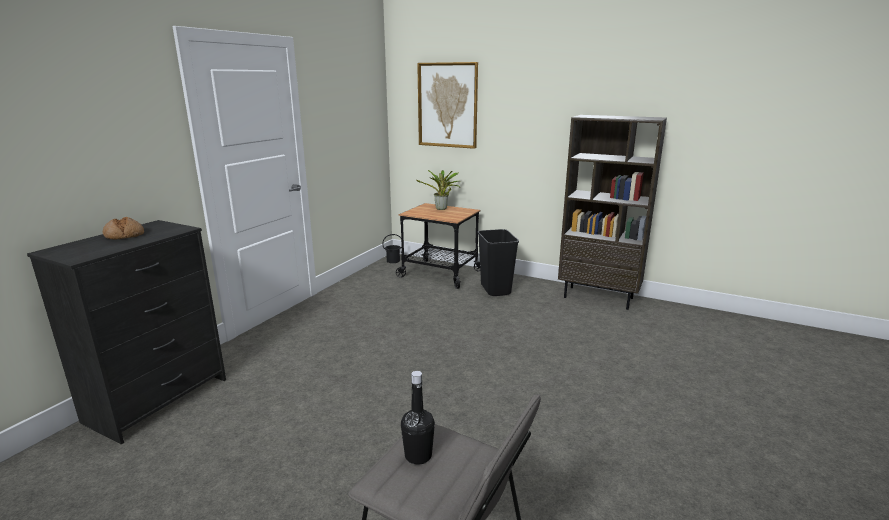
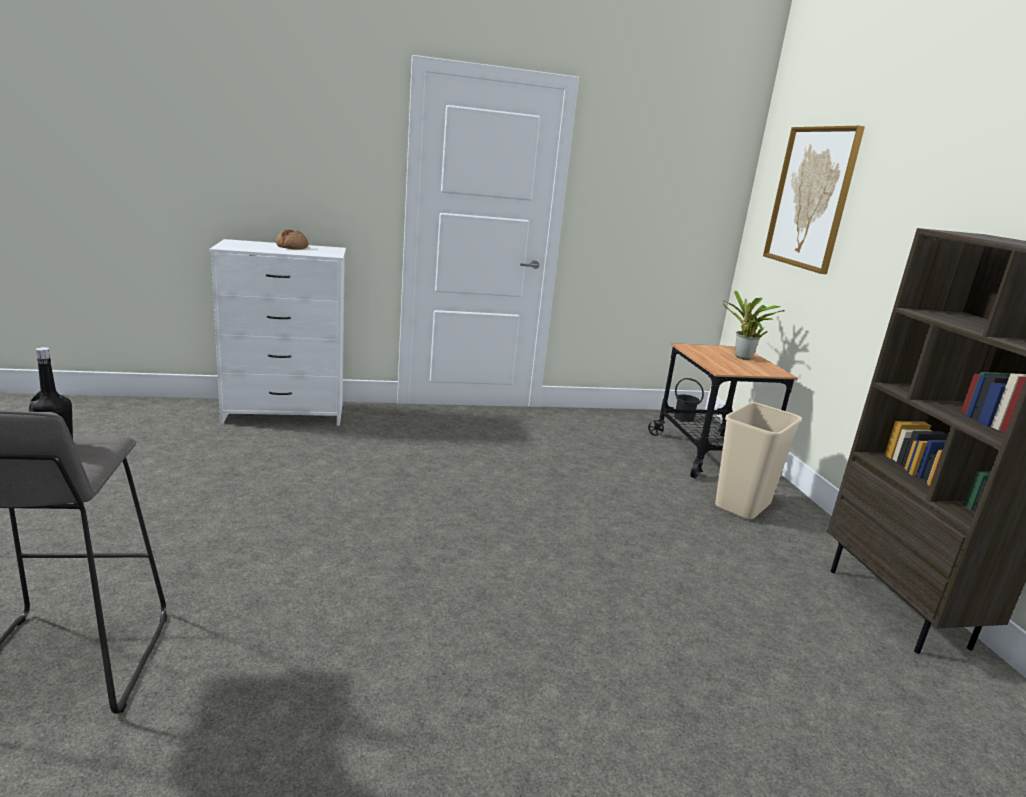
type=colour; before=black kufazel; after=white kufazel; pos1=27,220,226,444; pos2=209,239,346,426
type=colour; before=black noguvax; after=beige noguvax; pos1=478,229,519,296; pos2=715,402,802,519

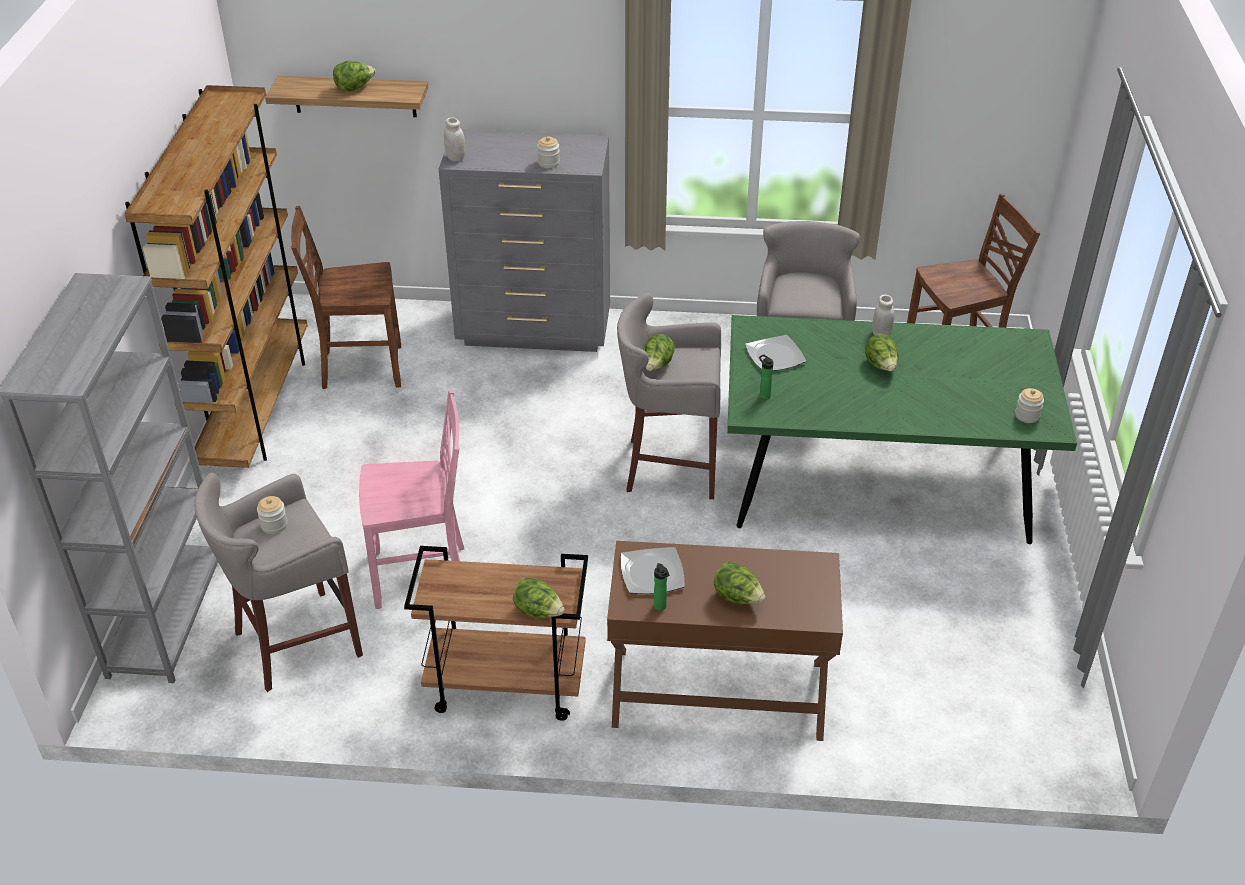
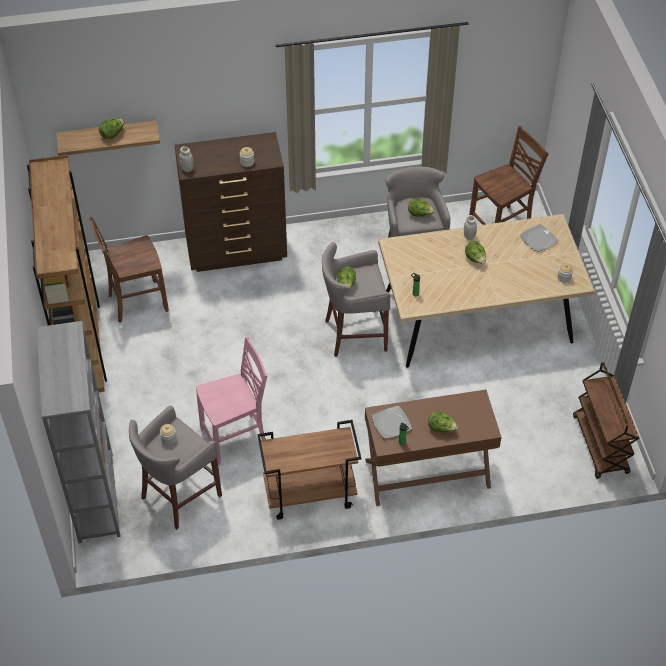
type=colour; before=grey kufazel; after=brown kufazel; pos1=439,130,610,352; pos2=174,132,287,272
type=relocated; before=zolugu; pos1=513,577,565,618; pos2=408,198,435,217
type=colour; before=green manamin; after=beige manamin; pos1=727,315,1077,544; pos2=378,214,595,368
type=relocated; before=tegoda; pos1=745,335,806,371; pos2=520,224,558,252
type=appeared; after=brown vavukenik; pos2=573,362,639,479

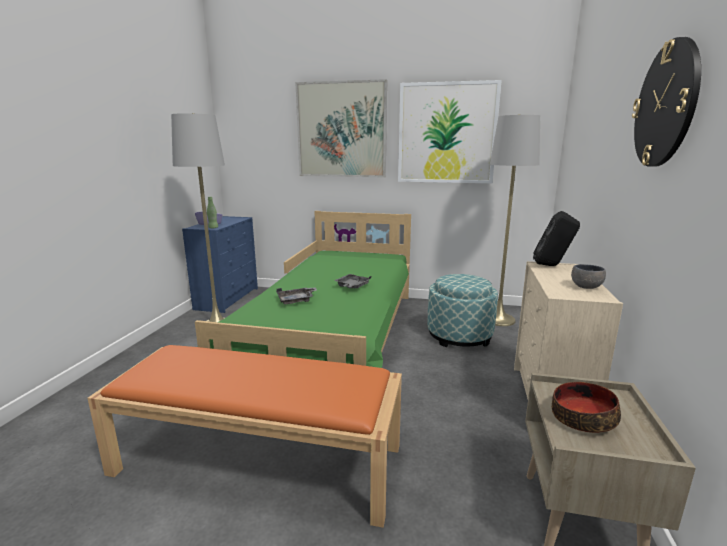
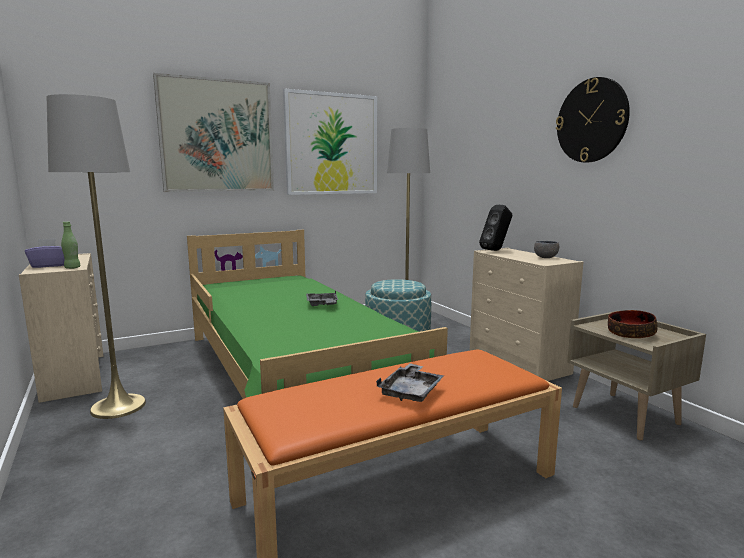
type=colour; before=blue kufazel; after=beige kufazel; pos1=182,216,258,313; pos2=19,253,103,403
type=relocated; before=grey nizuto; pos1=276,287,317,304; pos2=376,363,444,402

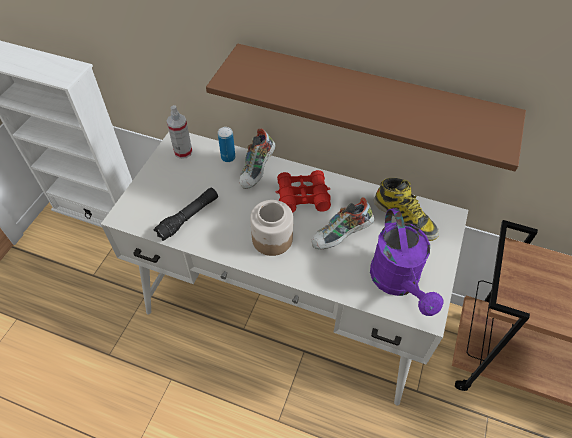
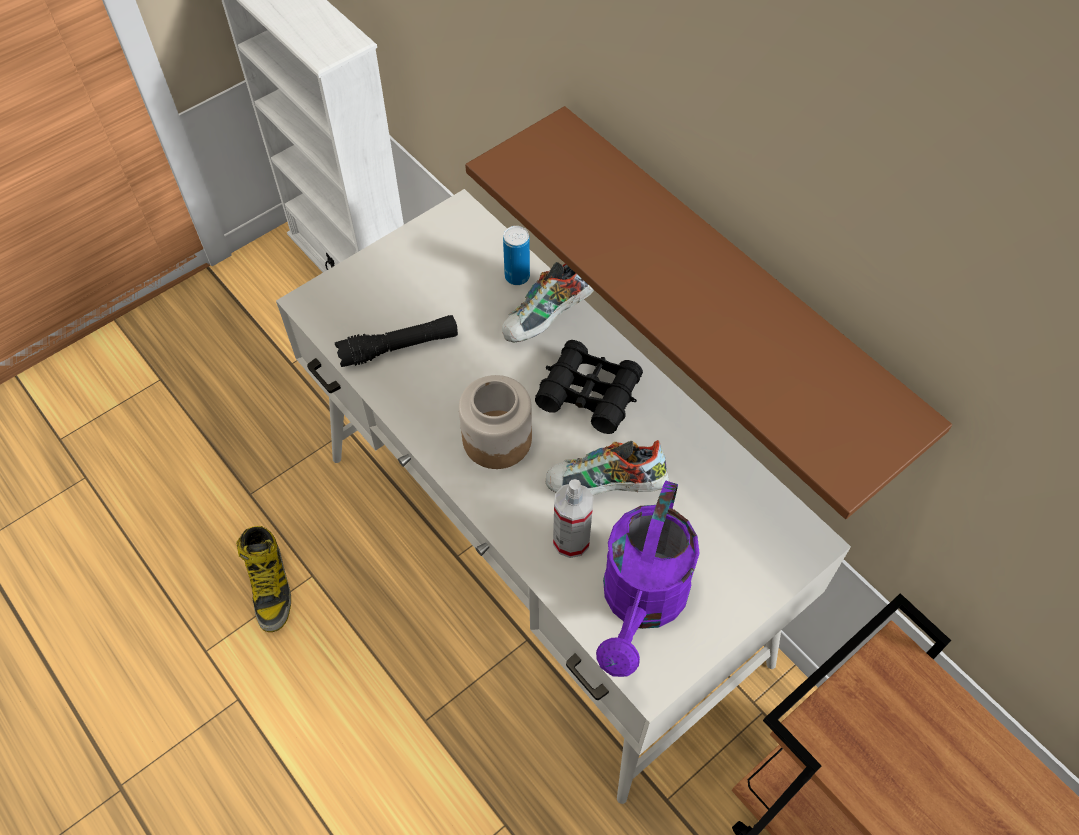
type=relocated; before=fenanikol; pos1=167,105,193,159; pos2=553,479,594,558
type=colour; before=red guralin; after=black guralin; pos1=275,170,331,213; pos2=535,340,643,434
type=relocated; before=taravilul; pos1=374,178,439,241; pos2=236,526,291,632

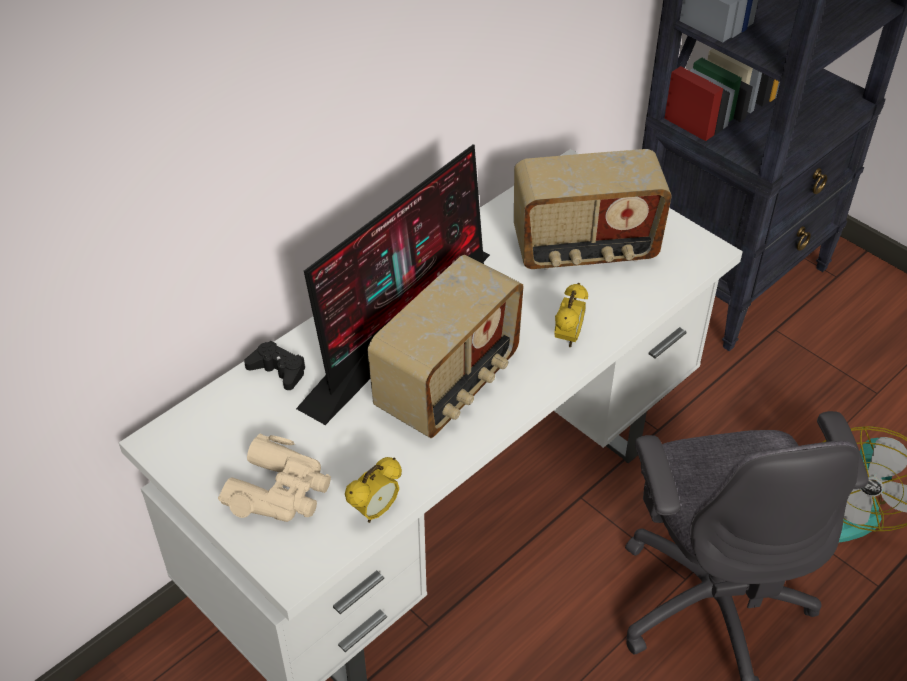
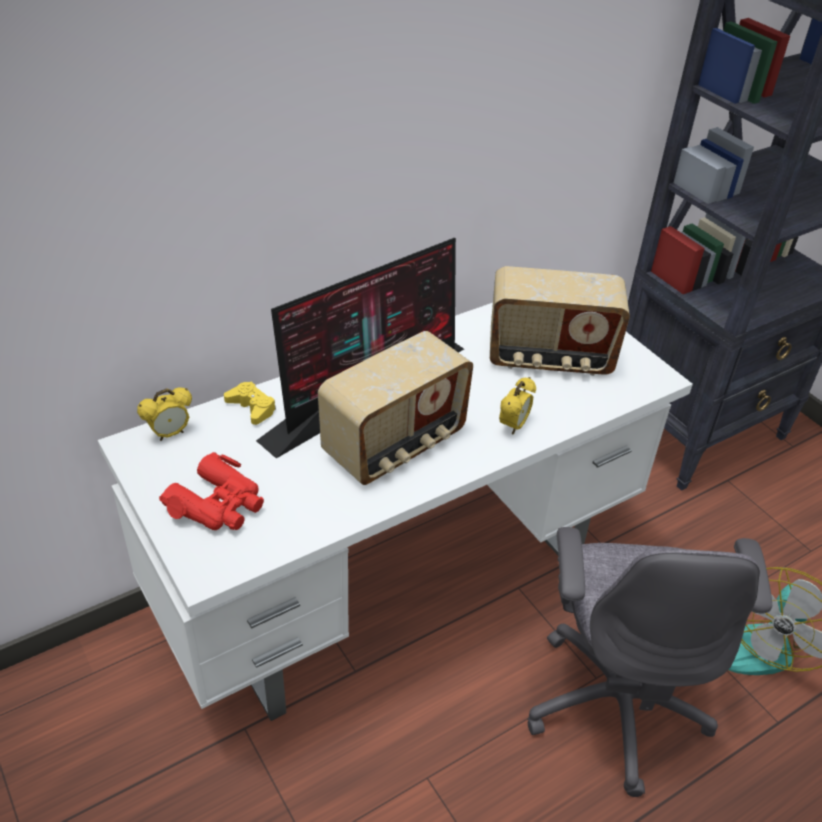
type=colour; before=beige guralin; after=red guralin; pos1=218,433,331,522; pos2=159,452,264,530
type=colour; before=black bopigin; after=yellow bopigin; pos1=244,341,306,390; pos2=224,382,276,425
type=relocated; before=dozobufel; pos1=345,457,402,523; pos2=137,387,192,441

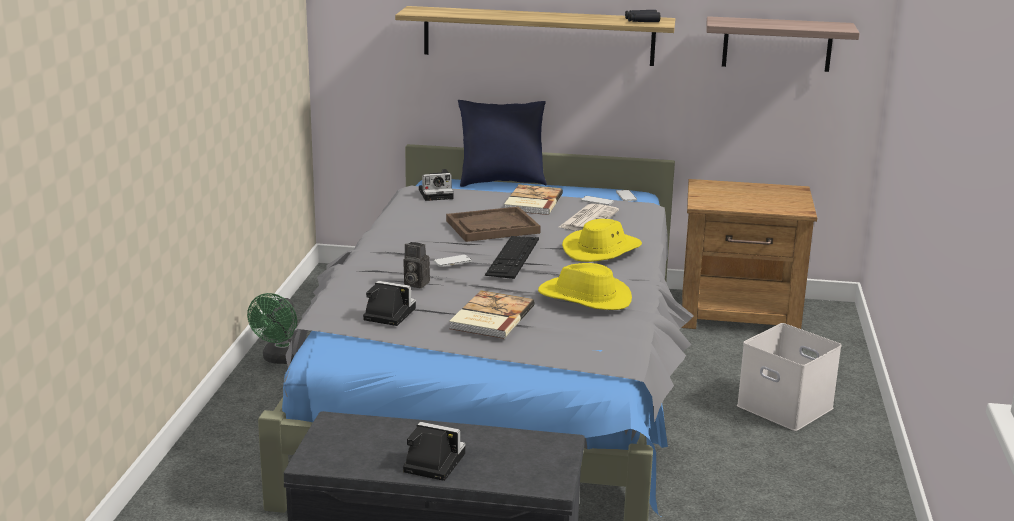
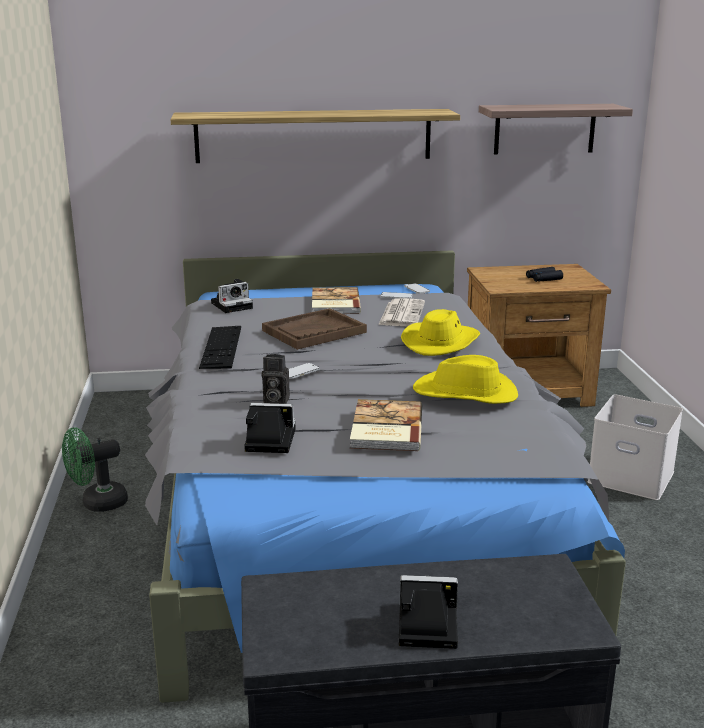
type=spun; before=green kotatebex; pos1=247,293,297,364; pos2=62,427,128,512; turn=60
type=missing; before=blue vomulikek; pos1=458,100,547,187
type=relocated; before=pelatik; pos1=485,236,539,279; pos2=199,326,241,369
type=relocated; before=black guralin; pos1=625,10,660,22; pos2=526,267,563,282

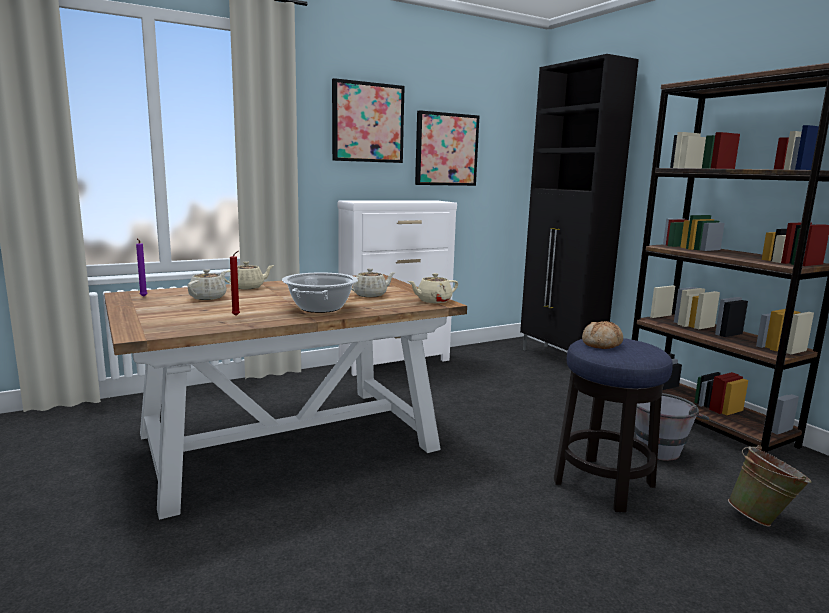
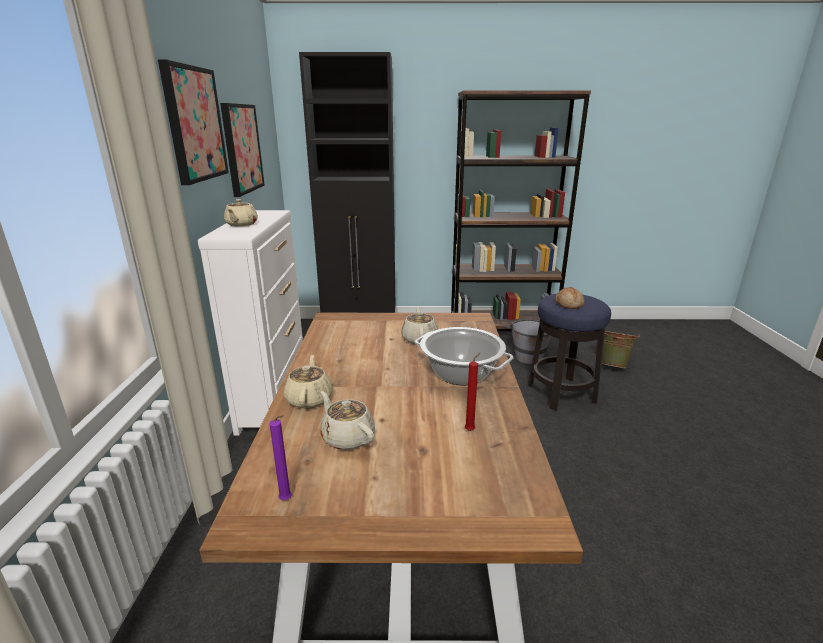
type=relocated; before=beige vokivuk; pos1=408,273,458,303; pos2=224,199,258,227

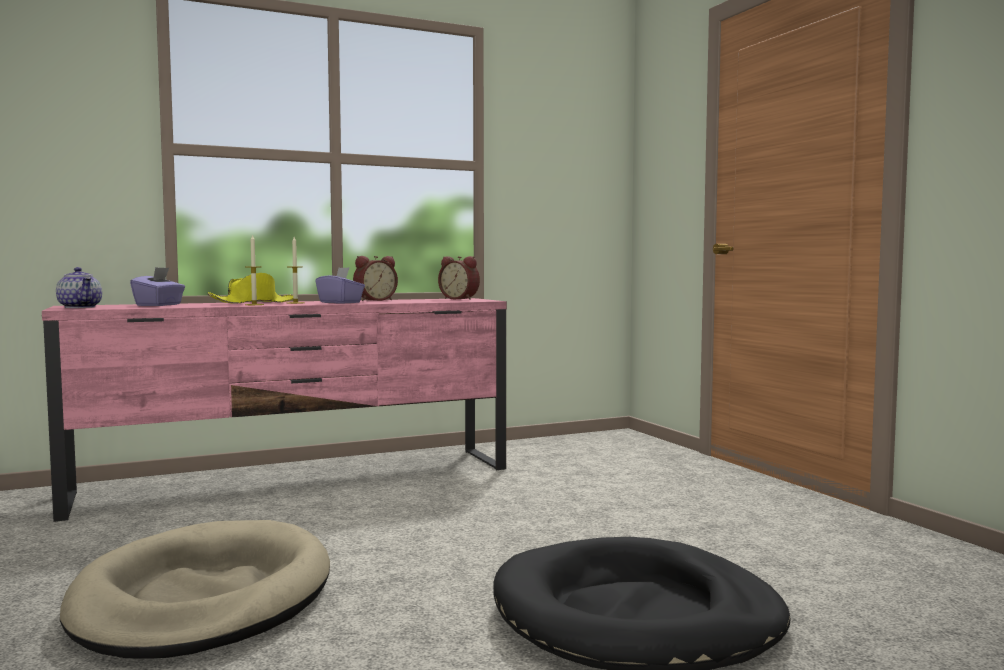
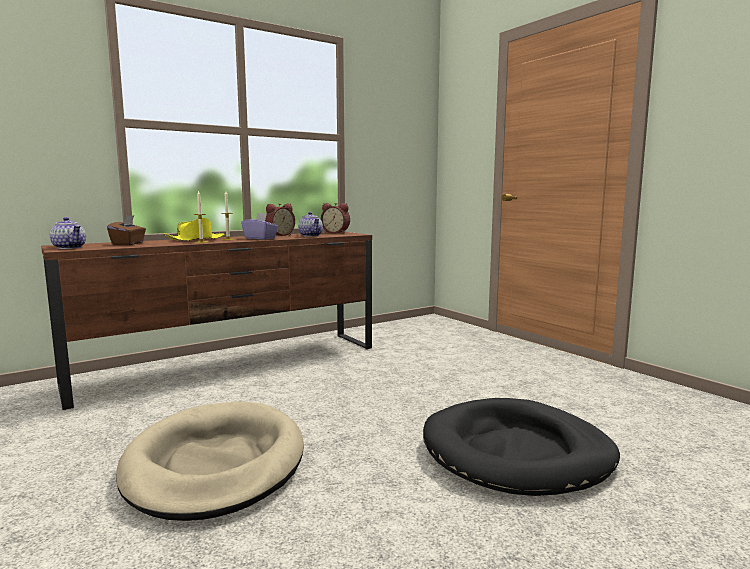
type=colour; before=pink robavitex; after=brown robavitex; pos1=42,298,507,522; pos2=41,232,372,410
type=colour; before=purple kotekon; after=brown kotekon; pos1=130,267,185,306; pos2=107,215,146,245
type=appeared; after=vokivuk; pos2=298,212,323,237

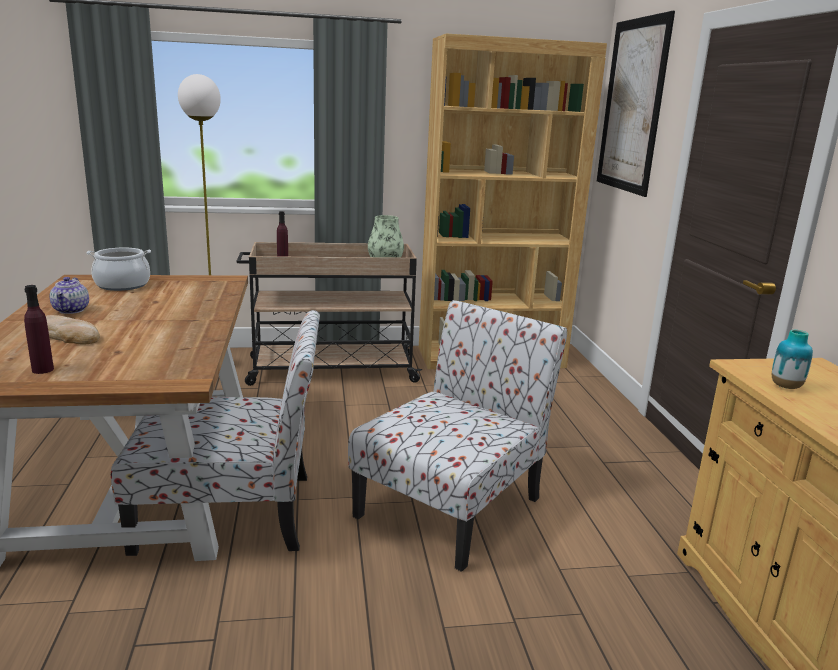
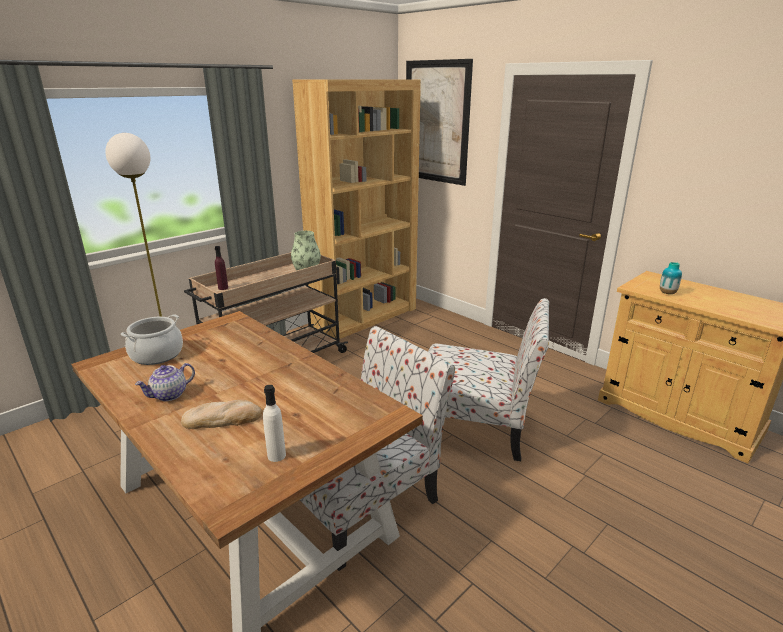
type=colour; before=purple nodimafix; after=white nodimafix; pos1=24,285,54,374; pos2=263,385,286,462
type=spun; before=vokivuk; pos1=50,277,89,314; pos2=135,363,195,401; turn=90
type=spun; before=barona; pos1=348,300,567,572; pos2=428,298,549,461; turn=105

